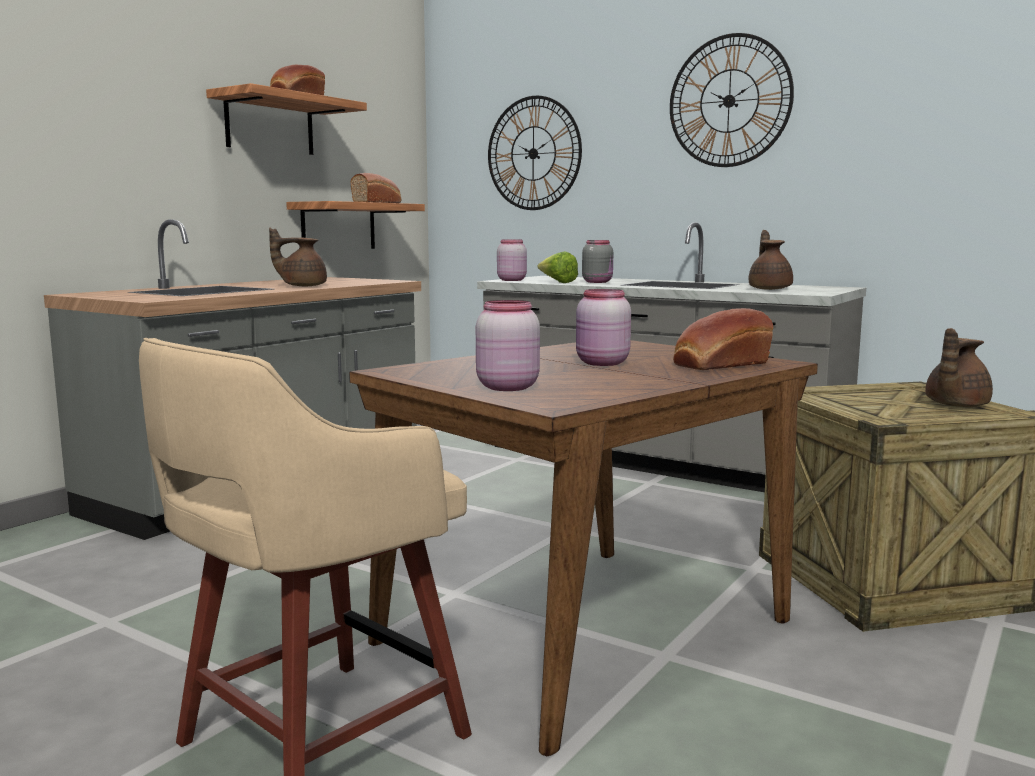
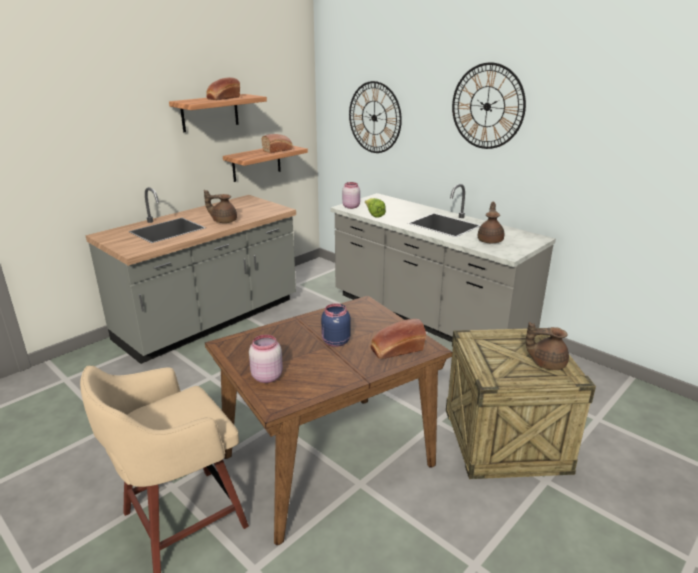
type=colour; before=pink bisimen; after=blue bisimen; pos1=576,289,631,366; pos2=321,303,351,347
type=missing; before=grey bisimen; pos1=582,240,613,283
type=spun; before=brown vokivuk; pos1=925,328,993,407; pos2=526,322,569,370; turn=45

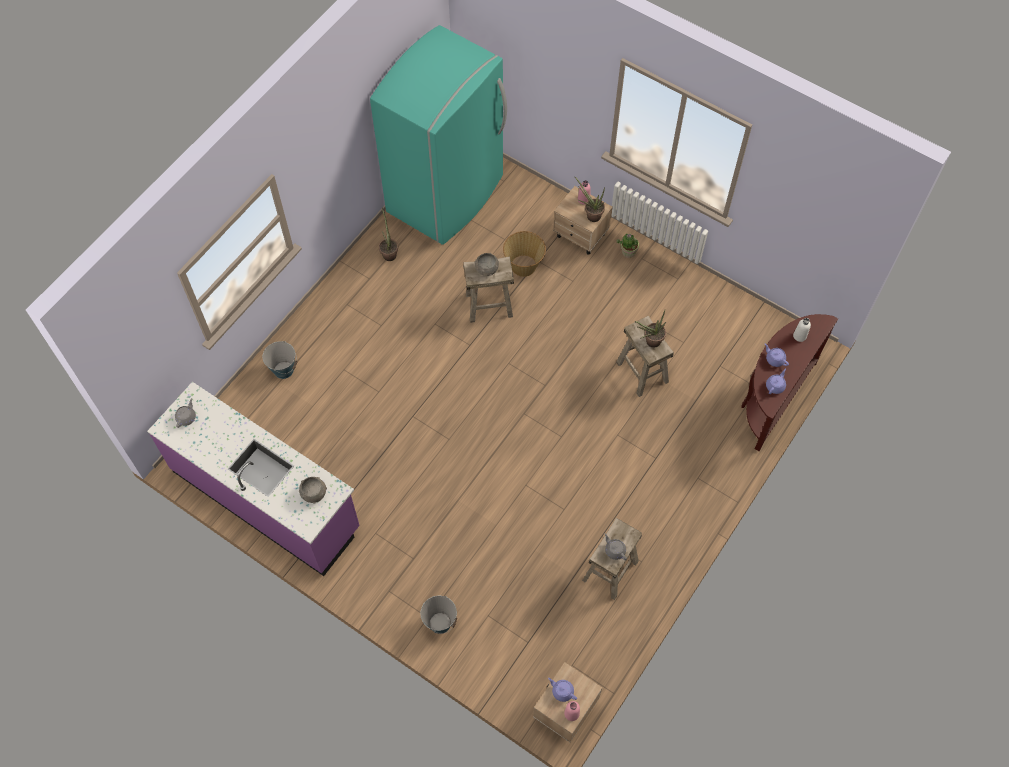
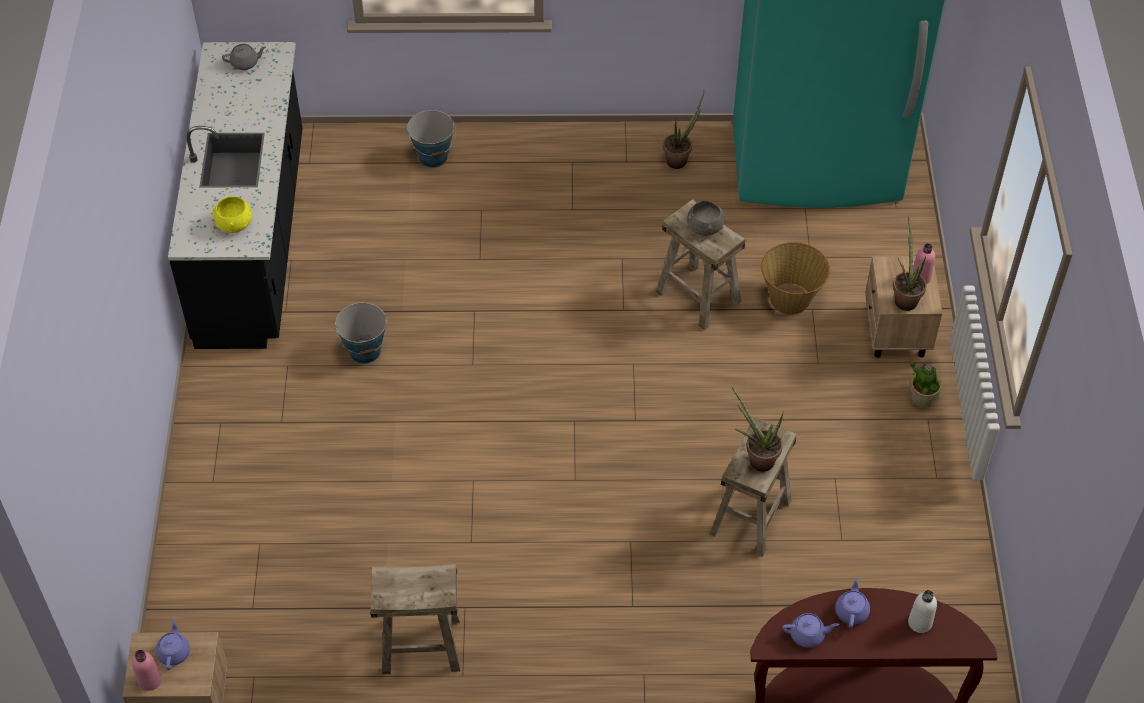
type=colour; before=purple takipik; after=black takipik; pos1=147,382,360,576; pos2=168,42,302,349
type=colour; before=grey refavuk; after=yellow refavuk; pos1=299,477,327,504; pos2=213,196,252,233
type=relocated; before=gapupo; pos1=421,596,457,634; pos2=335,302,389,364
type=missing; before=grey vokivuk; pos1=604,533,627,560

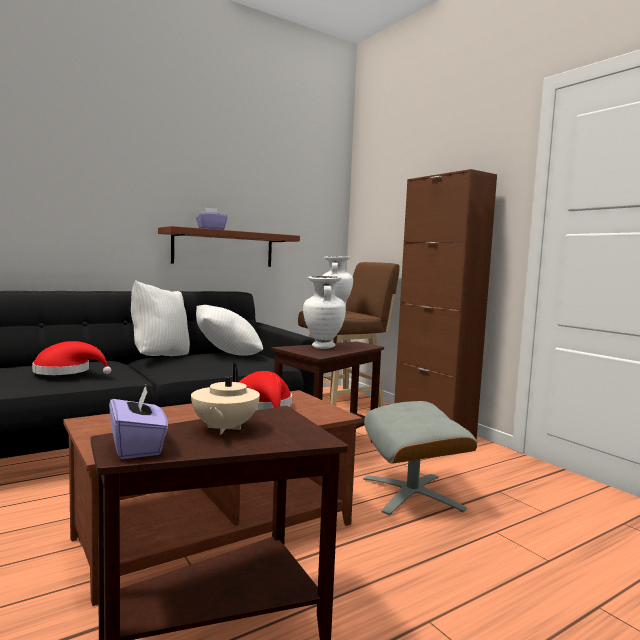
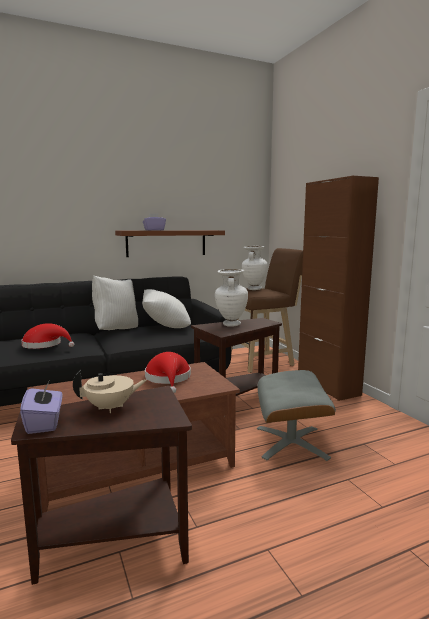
type=spun; before=beige vokivuk; pos1=191,363,260,435; pos2=73,370,147,413; turn=-120

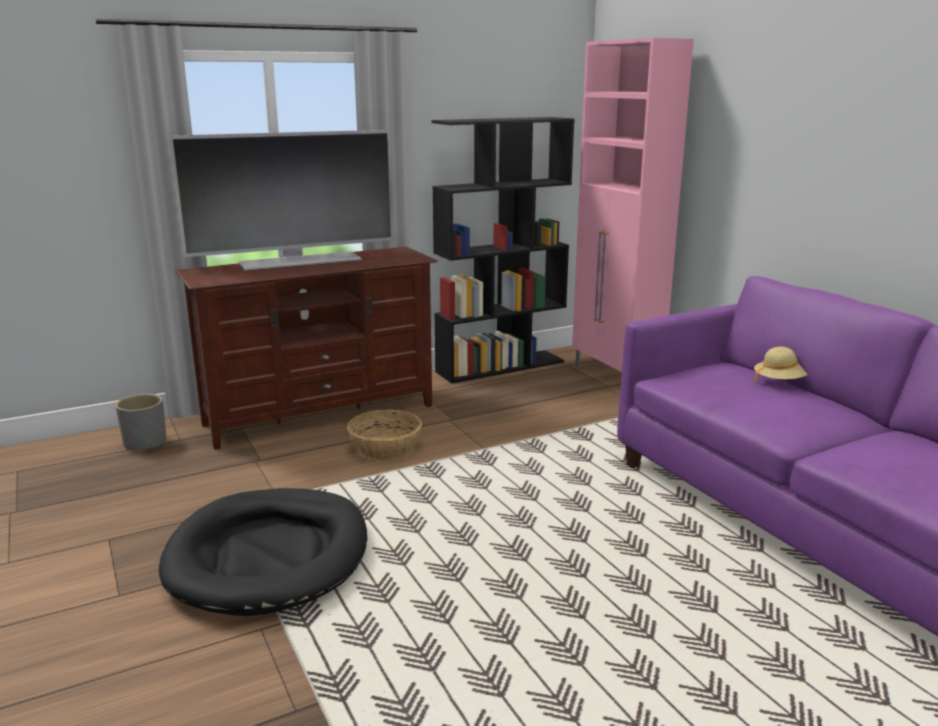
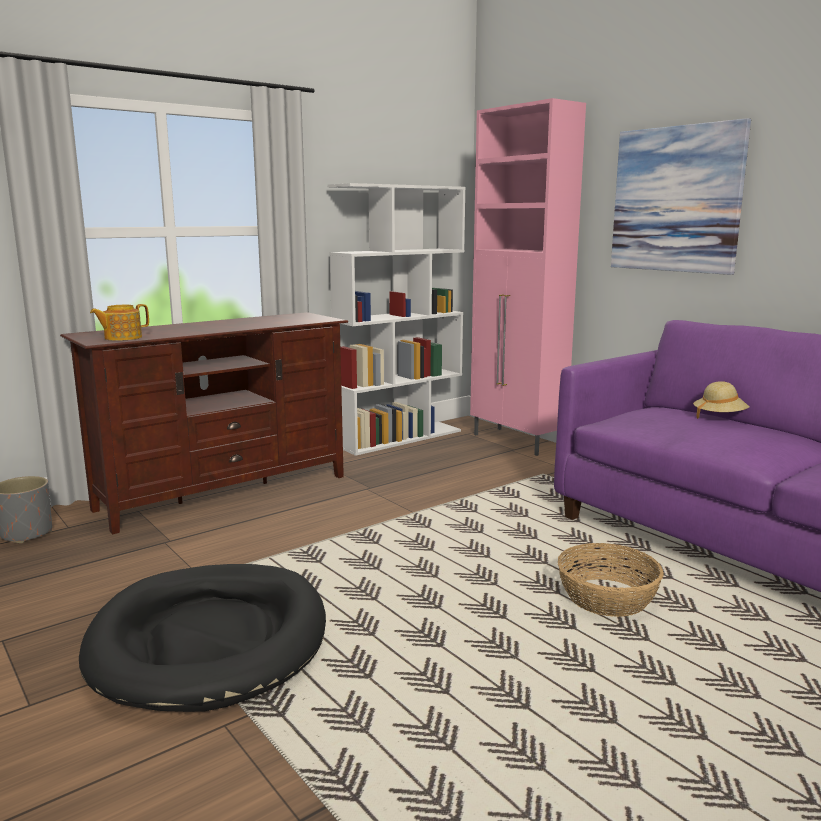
type=missing; before=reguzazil; pos1=169,130,394,271
type=relocated; before=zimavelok; pos1=347,409,422,461; pos2=558,543,664,617
type=colour; before=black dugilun; after=white dugilun; pos1=431,117,574,384; pos2=328,183,466,456
type=appeared; after=vokivuk; pos2=90,304,149,341
type=appeared; after=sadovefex; pos2=611,118,751,275

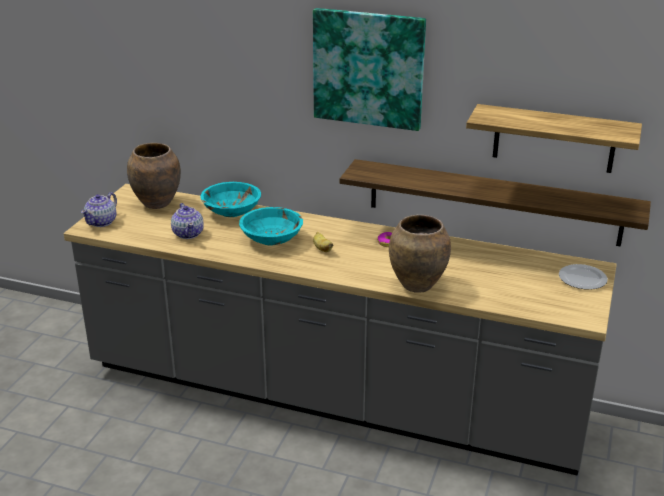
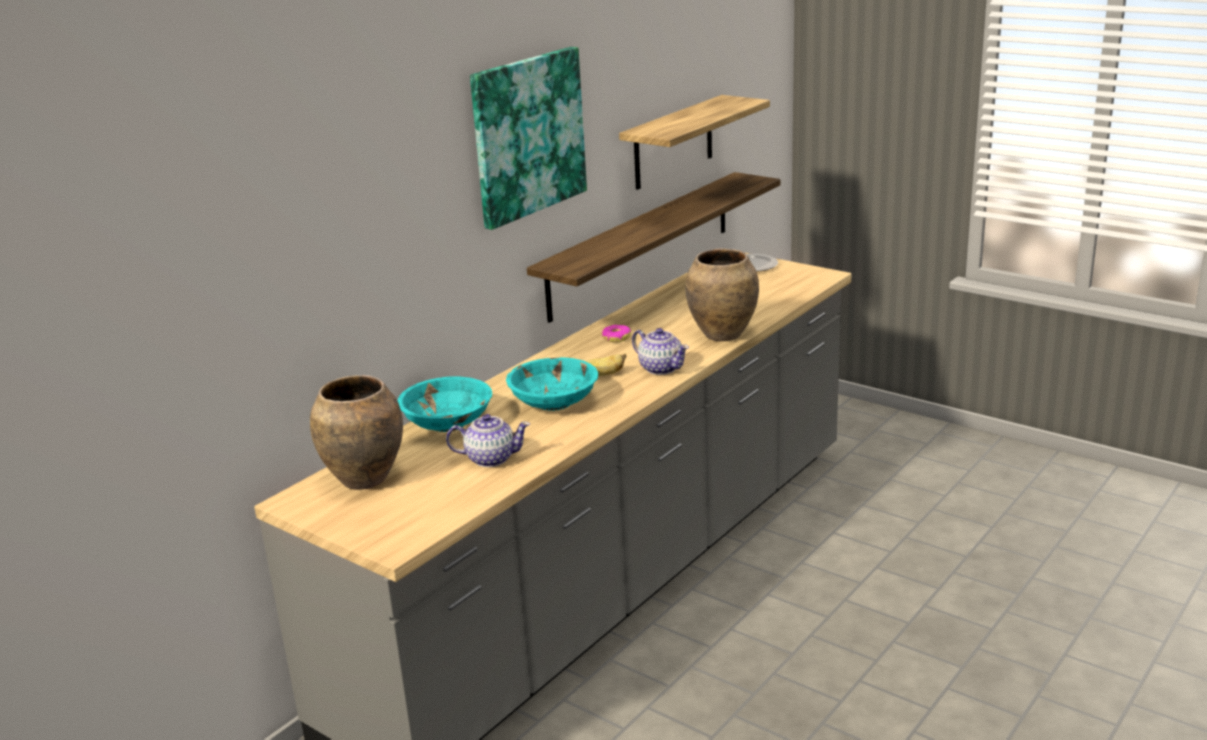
type=relocated; before=vokivuk; pos1=81,192,117,227; pos2=632,328,689,375

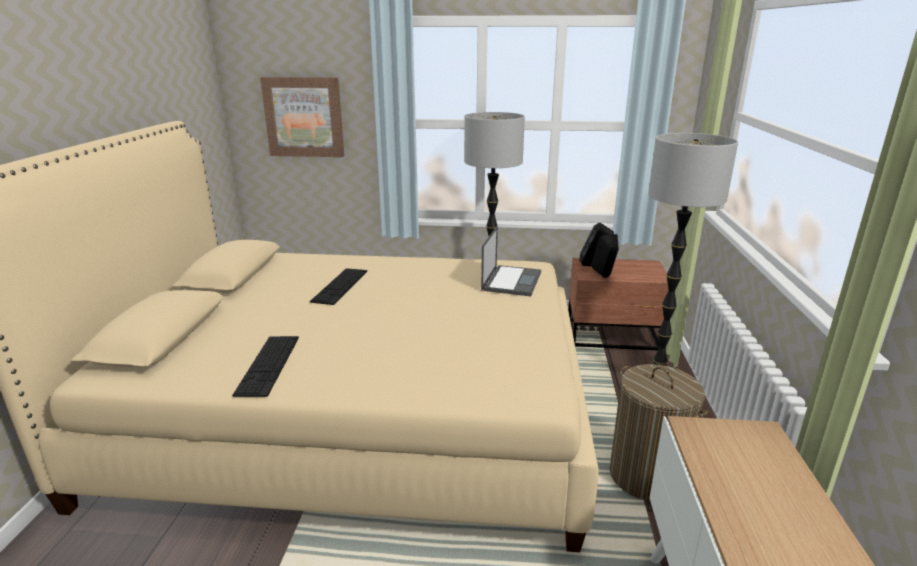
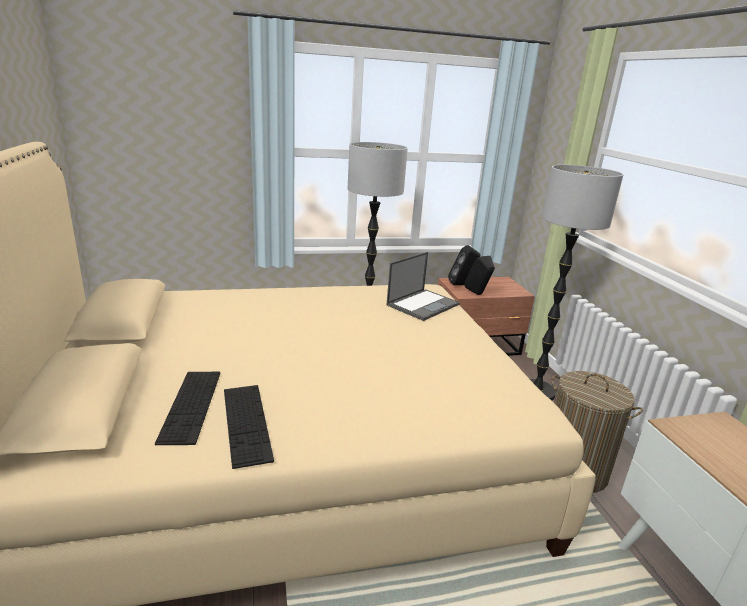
type=missing; before=sadovefex; pos1=260,77,344,157
type=relocated; before=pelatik; pos1=310,268,367,305; pos2=155,372,220,445
type=spun; before=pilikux; pos1=481,226,541,296; pos2=387,252,460,321; turn=45

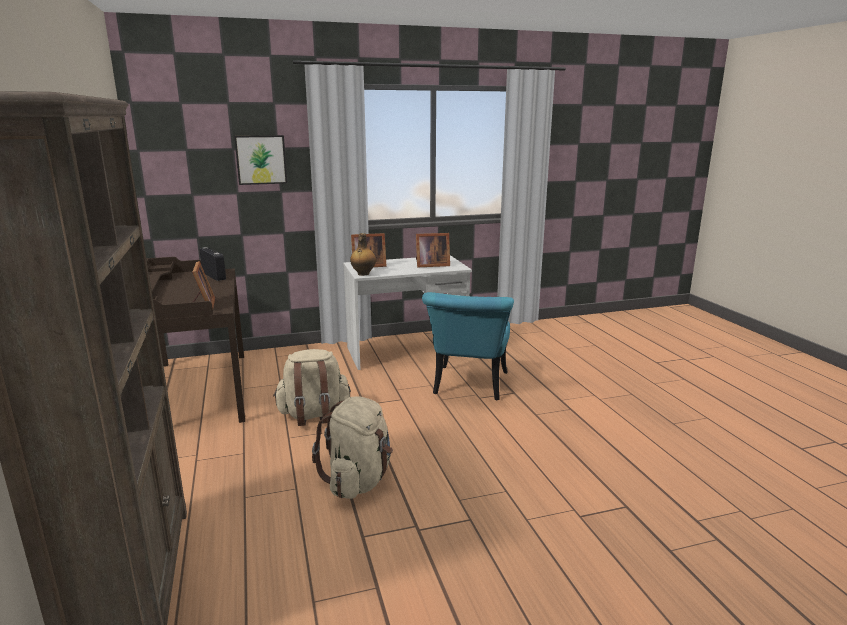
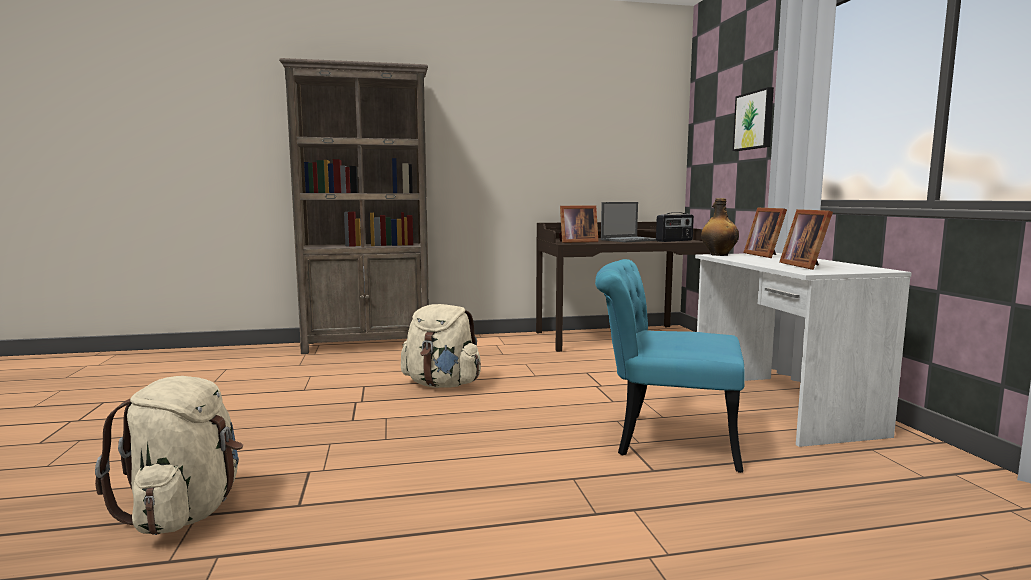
type=relocated; before=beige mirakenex; pos1=273,349,351,426; pos2=95,376,243,535
type=appeared; after=pilikux; pos2=601,202,656,242

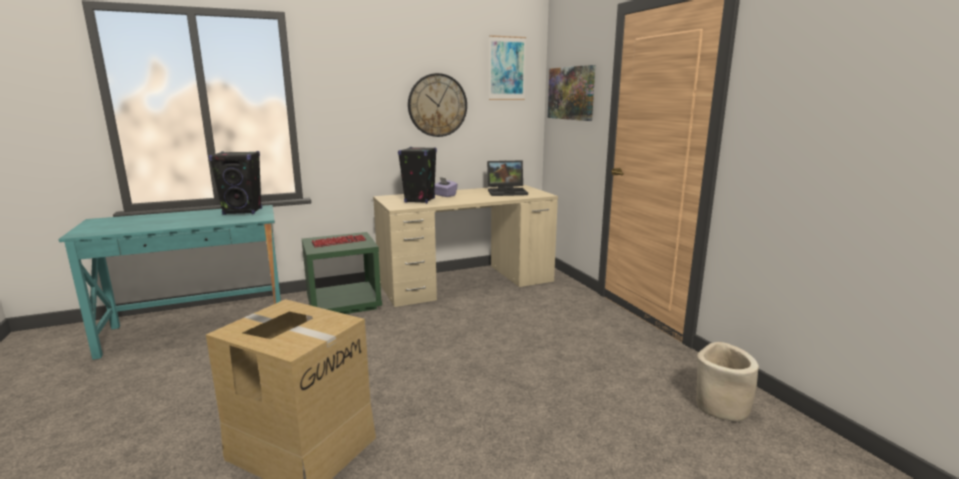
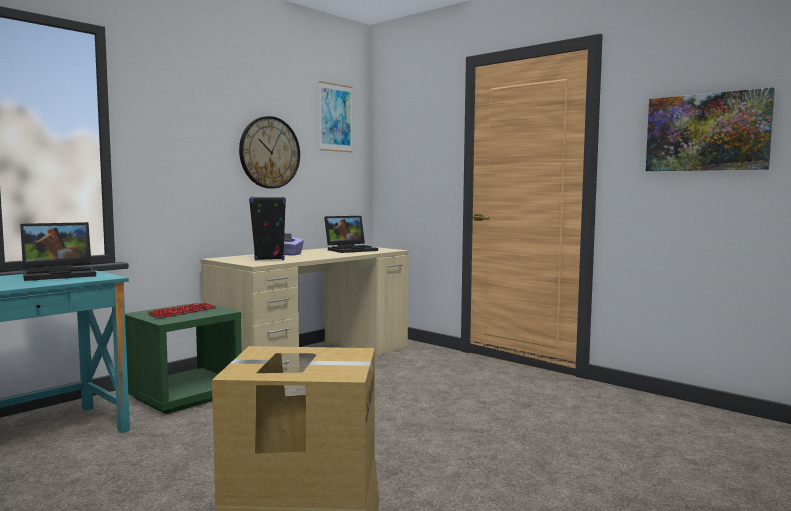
type=exchanged; before=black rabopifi; after=pilikux; pos1=209,151,262,215; pos2=20,222,96,281
type=relocated; before=sadovefex; pos1=548,65,595,121; pos2=646,87,775,171
type=missing; before=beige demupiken; pos1=696,342,759,422

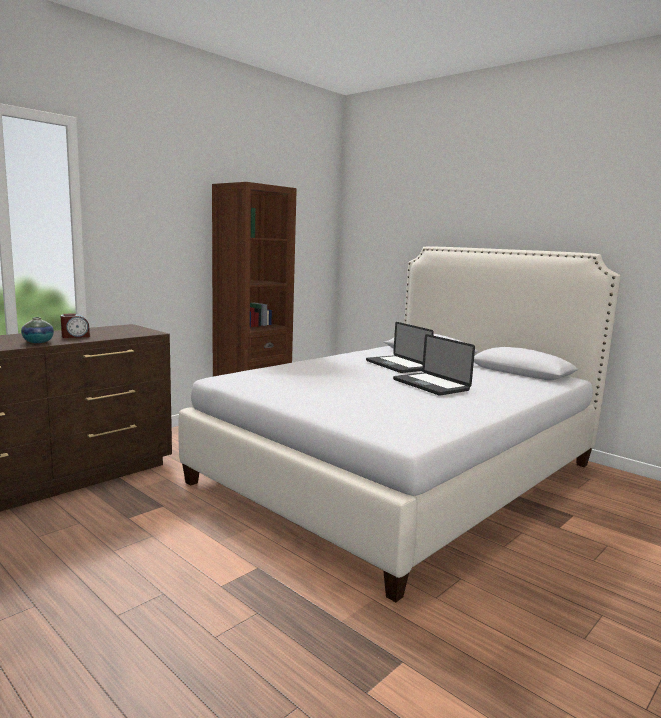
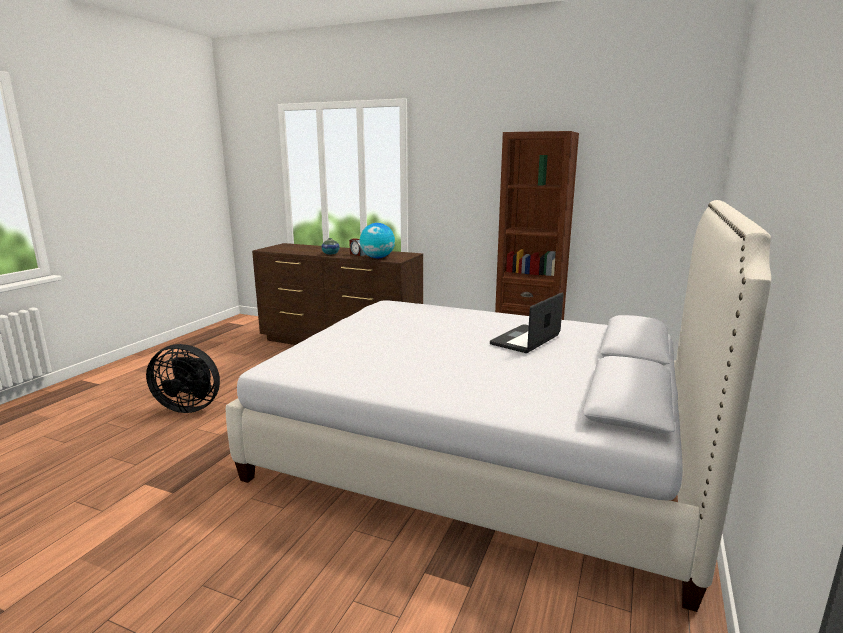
type=missing; before=pilikux; pos1=393,334,475,395
type=appeared; after=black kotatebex; pos2=146,344,220,413
type=appeared; after=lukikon; pos2=360,223,395,258

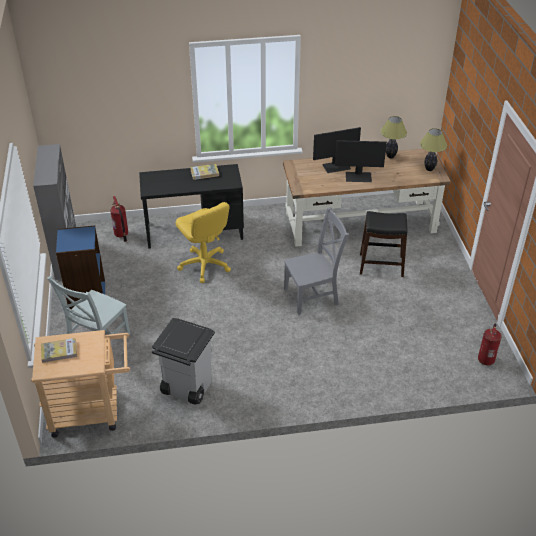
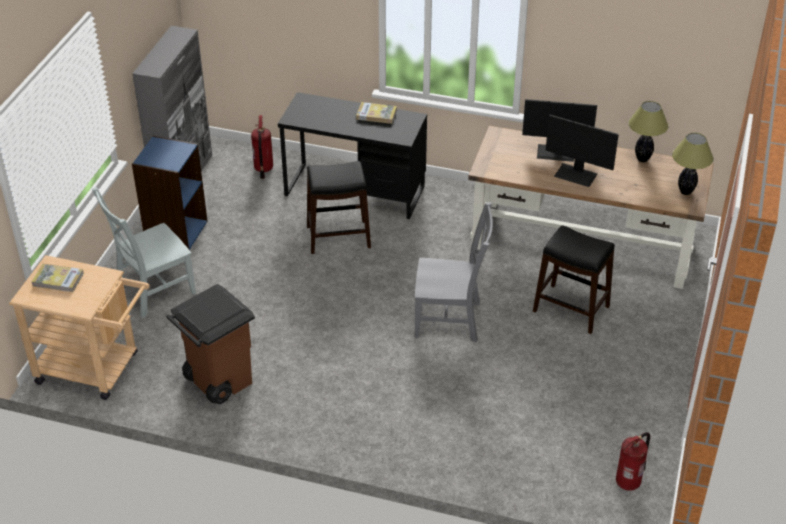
type=colour; before=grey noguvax; after=brown noguvax; pos1=152,318,215,404; pos2=166,284,255,404
type=exchanged; before=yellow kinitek; after=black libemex; pos1=175,202,231,283; pos2=307,161,371,254

